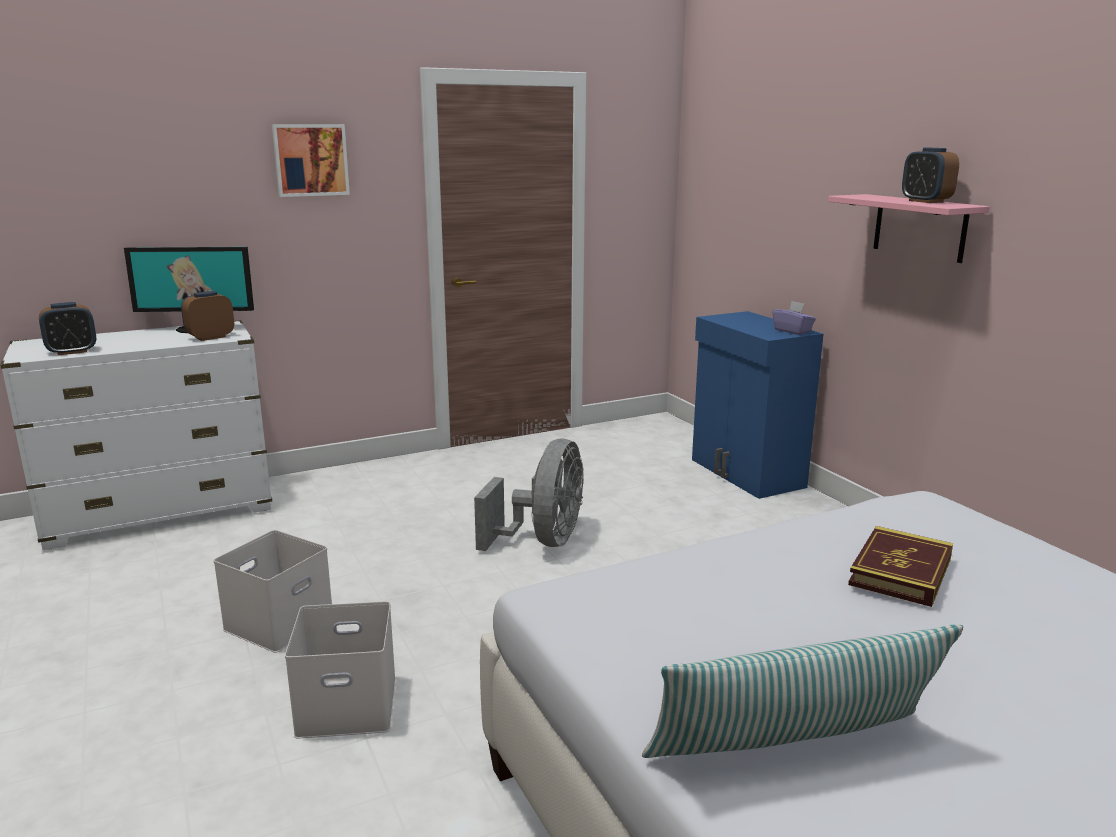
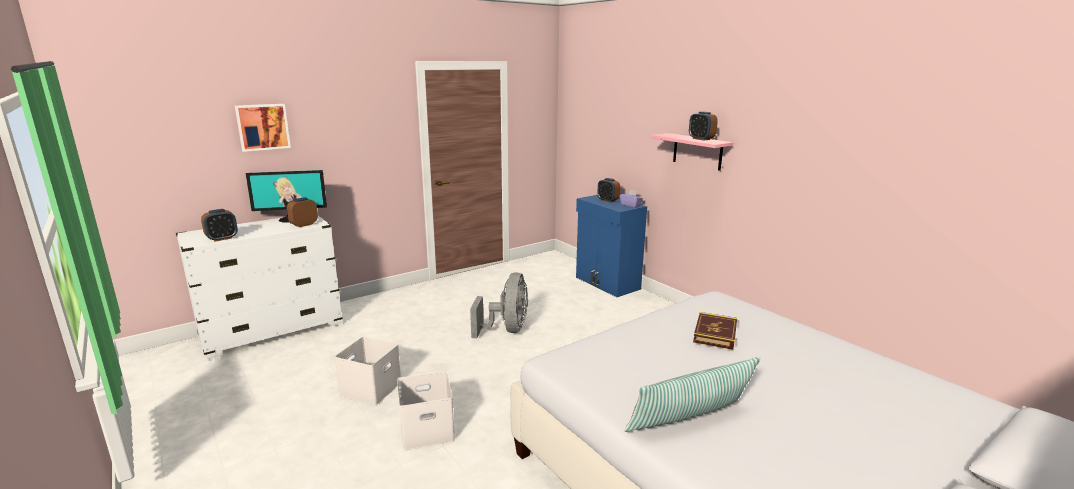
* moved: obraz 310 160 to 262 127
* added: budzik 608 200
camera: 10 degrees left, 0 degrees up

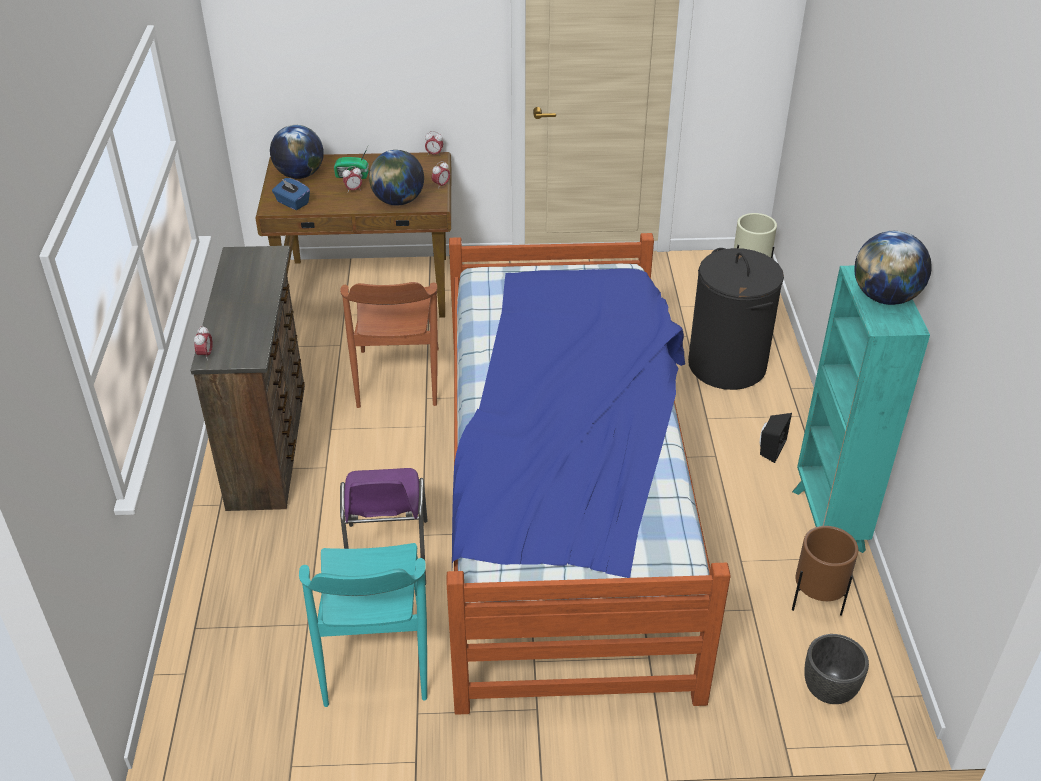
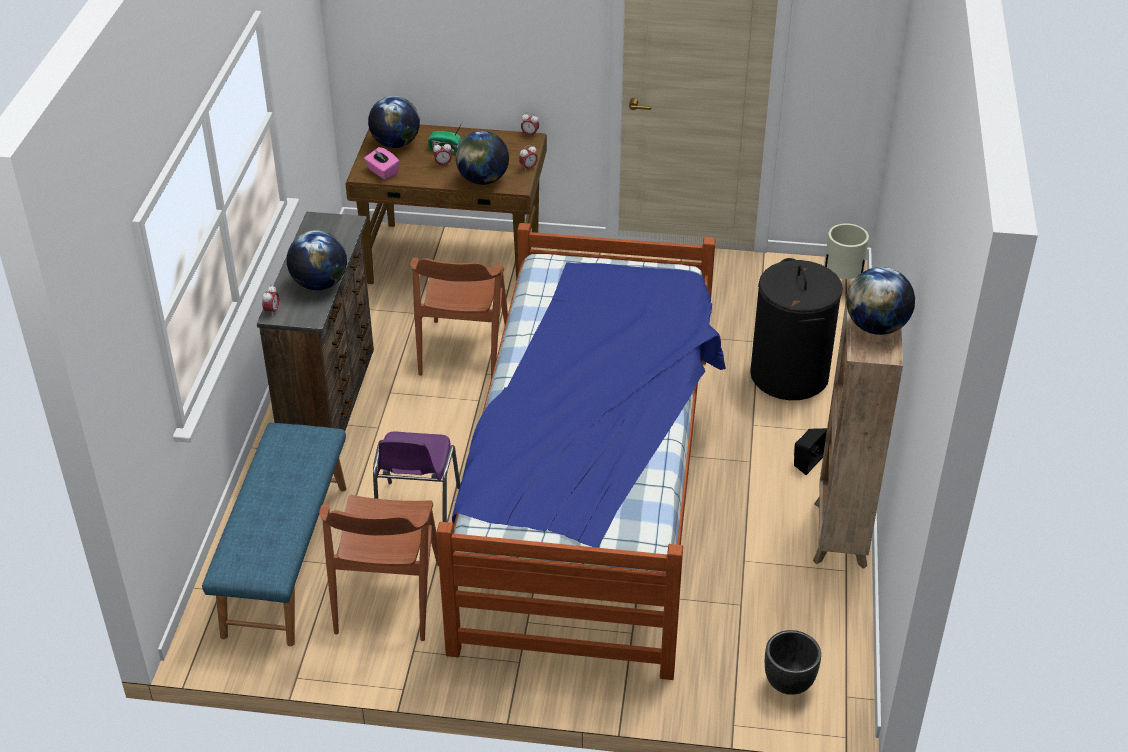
* recoloured: pudełko chusteczek [niebieski] 292 203 to pudełko chusteczek [różowy] 382 172
* recoloured: regał [turkusowy] 828 522 to regał [brązowy] 839 536
* removed: donica [brązowy] 816 602
* recoloured: krzesło [turkusowy] 376 655 to krzesło [brązowy] 388 598
* added: globus 319 284
* added: ławka [niebieski] 285 558
camera: 10 degrees right, 0 degrees up

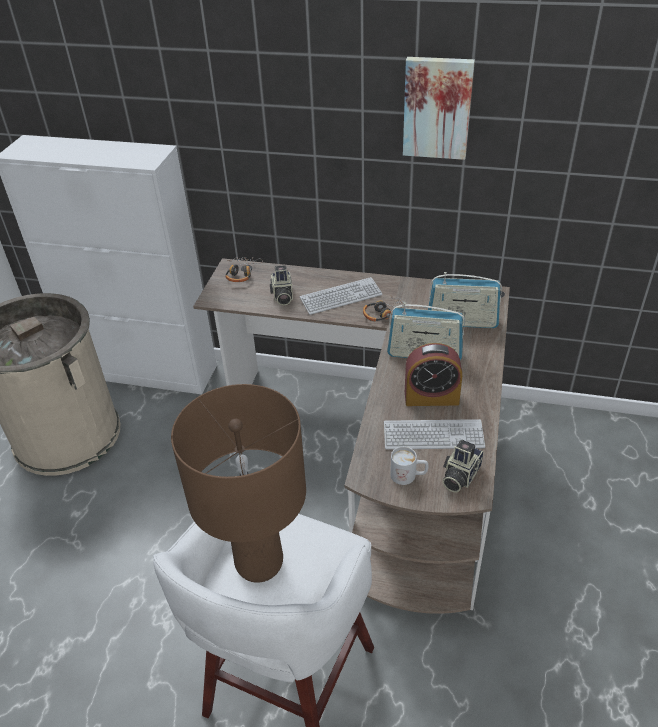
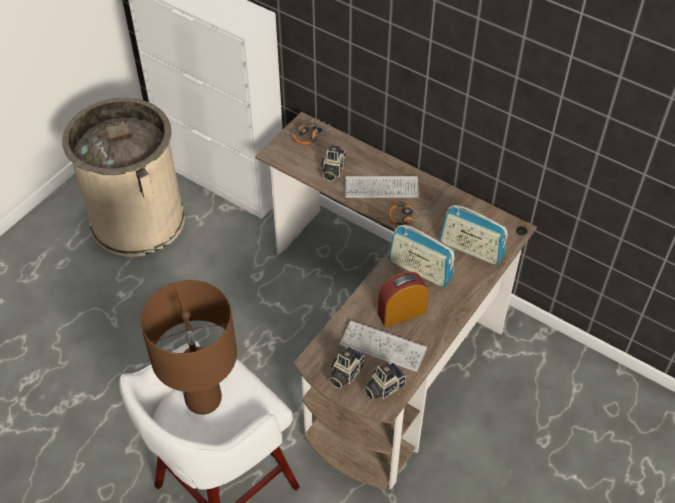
* removed: obraz 437 107
* turned: budzik 431 397 = 401 312 135 degrees clockwise
* replaced: kubek [biały] 408 476 to aparat fotograficzny 344 373
camera: 20 degrees right, 10 degrees up

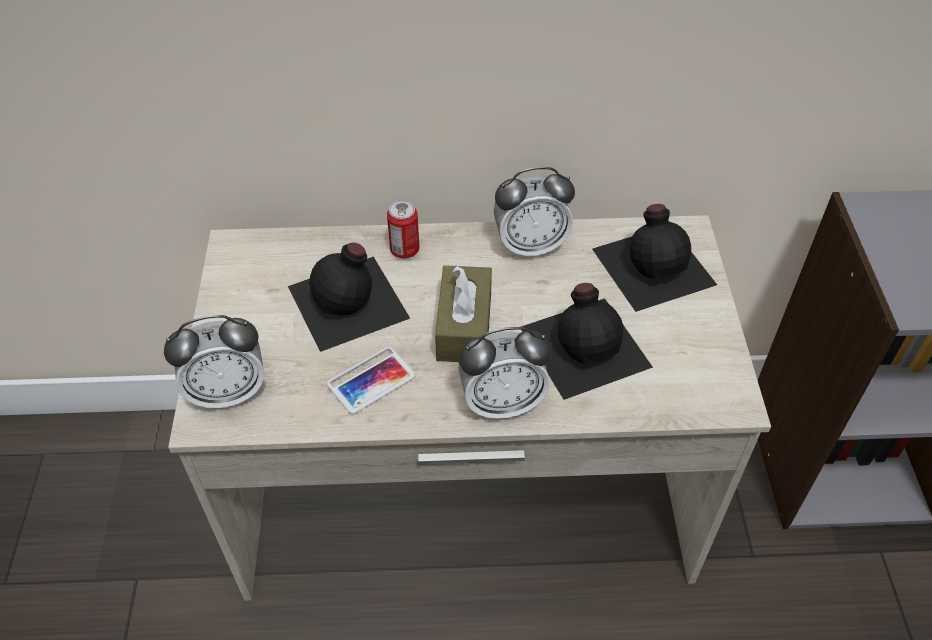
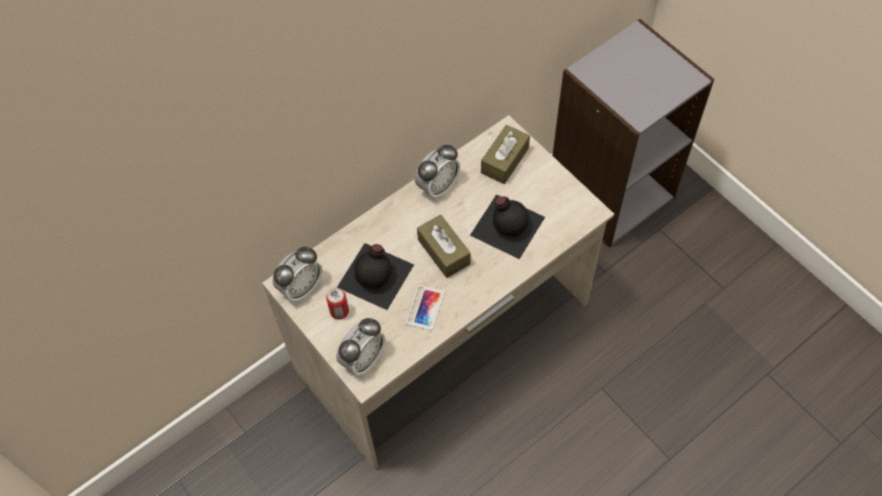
* moved: puszka 404 250 to 339 311
* replaced: butelka [czarny] 654 264 to pudełko chusteczek [brązowy] 504 160
* moved: budzik 502 403 to 301 288
camera: 35 degrees left, 10 degrees up

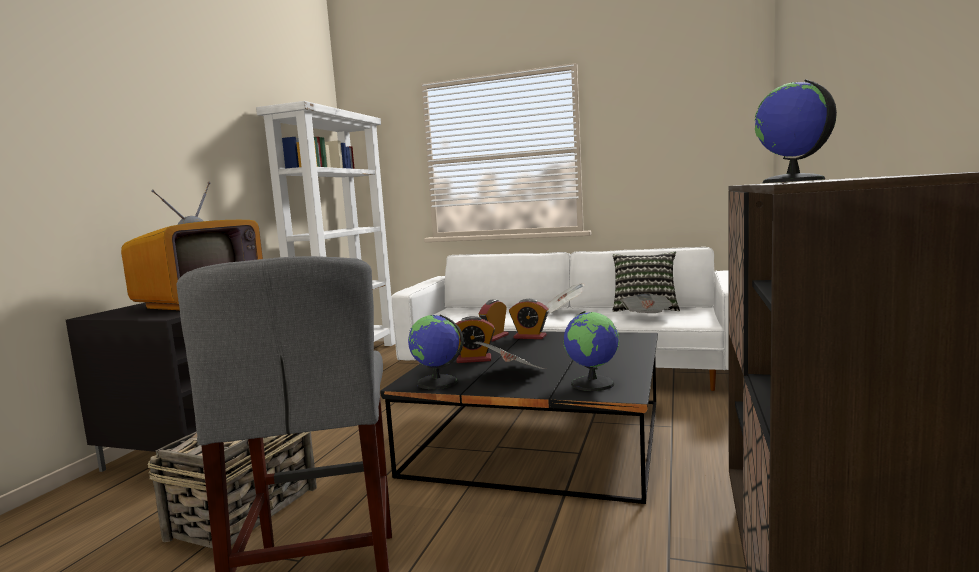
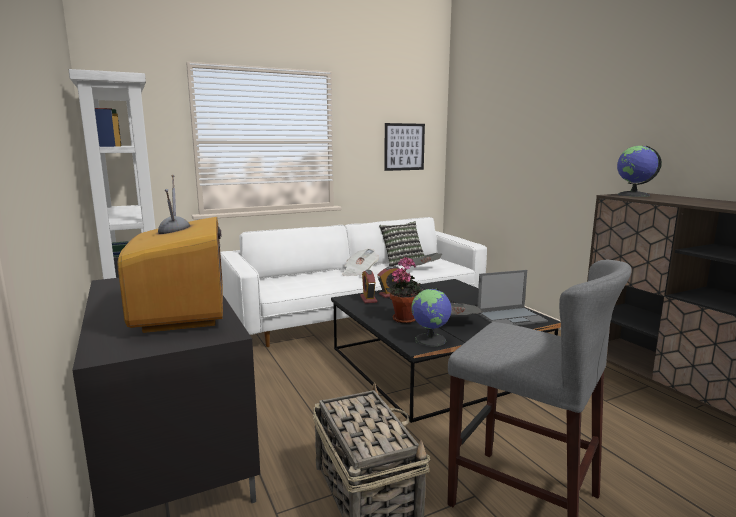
* replaced: globus 593 383 to laptop 511 317
* replaced: budzik 474 359 to roślina doniczkowa 404 318
* added: obraz 404 147
camera: 45 degrees left, 5 degrees up

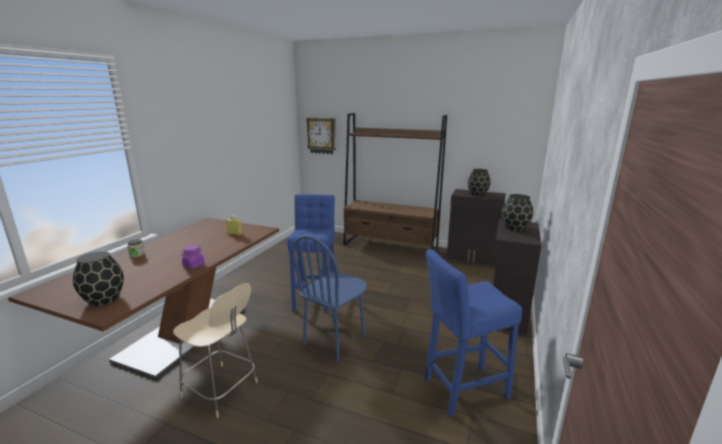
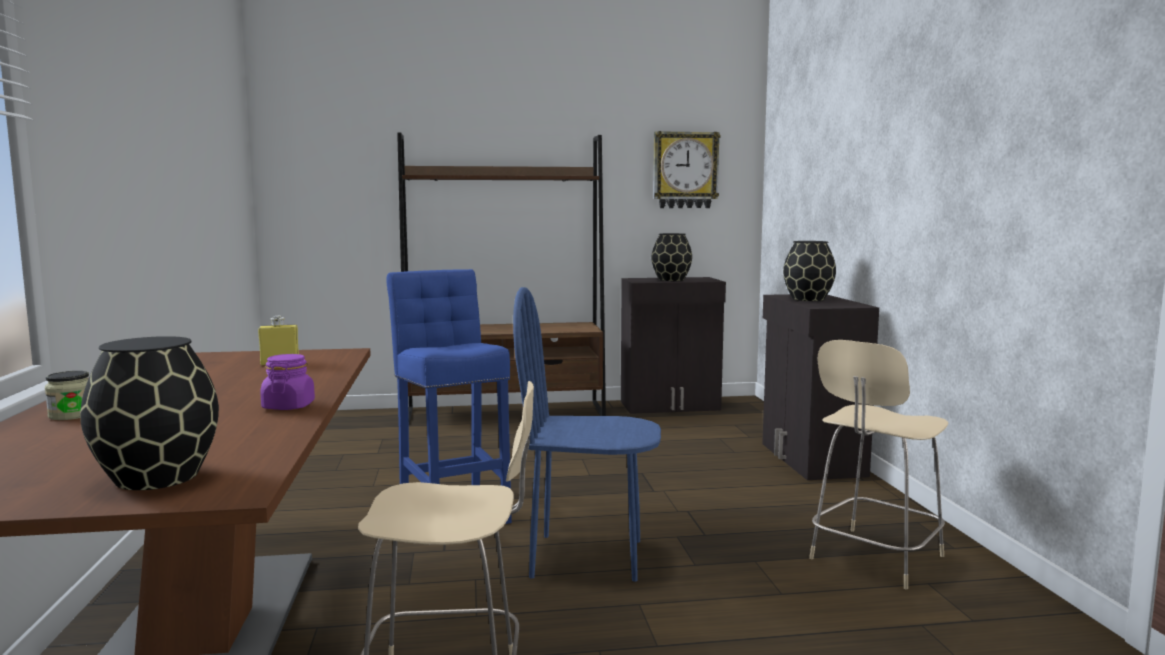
* moved: zegar ścienny 322 135 to 685 170
* turned: krzesło [niebieski] 335 341 = 587 557 90 degrees clockwise
* replaced: stołek [niebieski] 461 389 to krzesło [beżowy] 874 559
camera: 30 degrees left, 10 degrees down

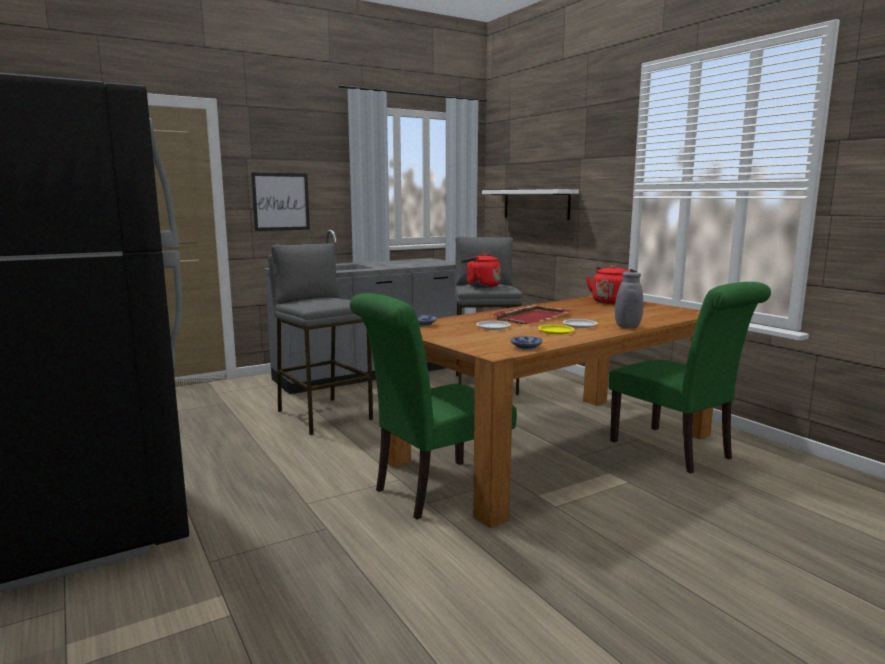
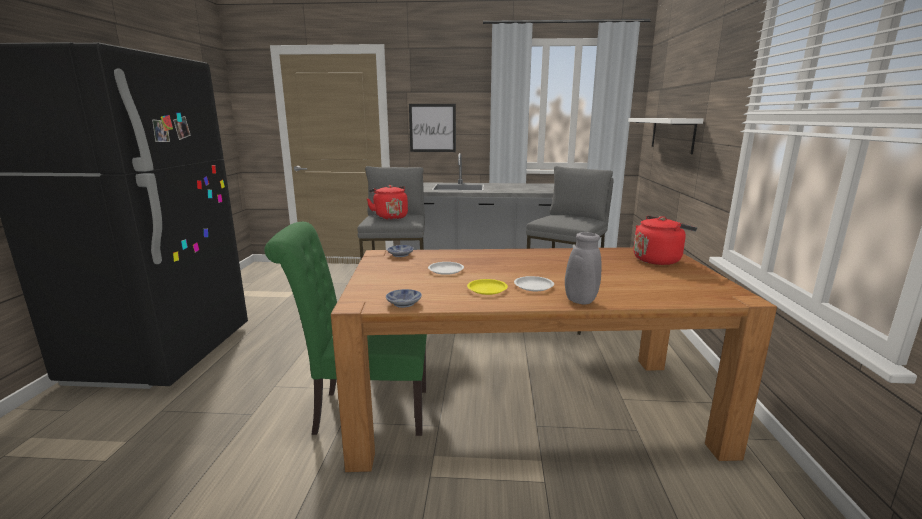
* moved: czajnik [czerwony] 481 286 to 389 217
* removed: krzesło [zielony] 676 451
* removed: taca [czerwony] 532 317
camera: 35 degrees right, 5 degrees up

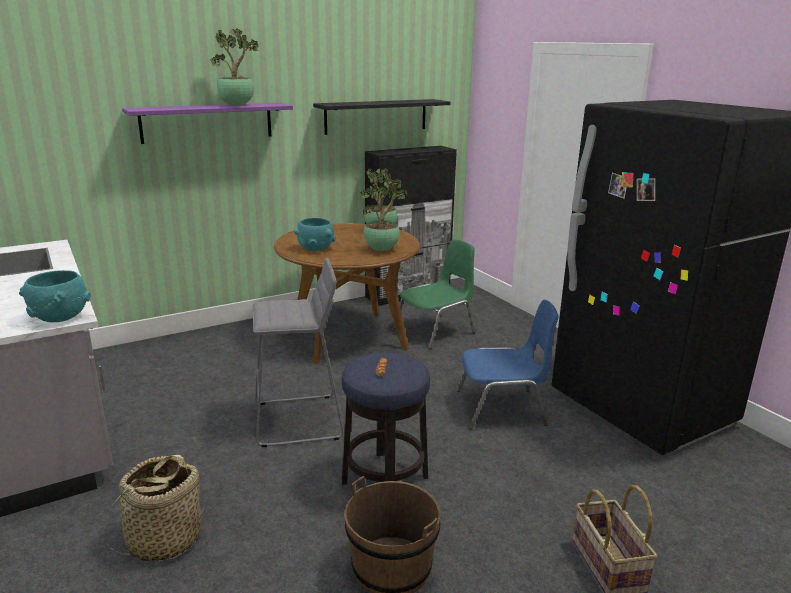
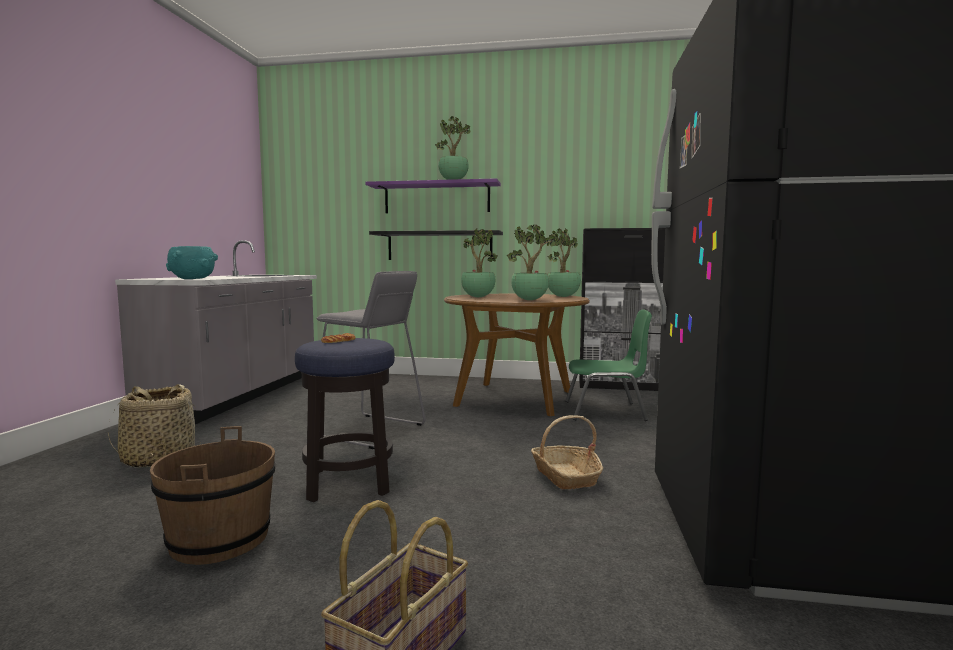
* moved: półka [czarny] 376 116 to 439 246
* replaced: miska [turkusowy] 315 249 to roślina doniczkowa 477 297
* replaced: krzesło [niebieski] 502 408 to koszyk 566 476
camera: 40 degrees right, 15 degrees down

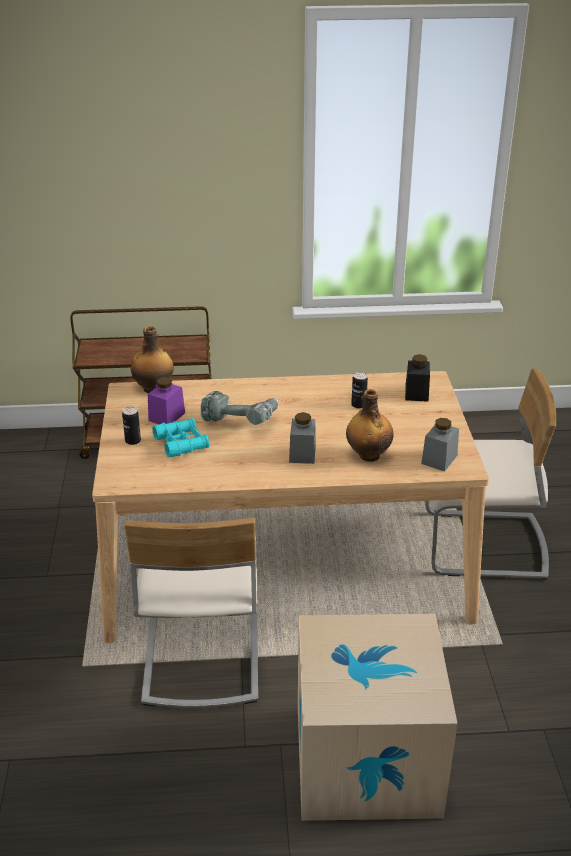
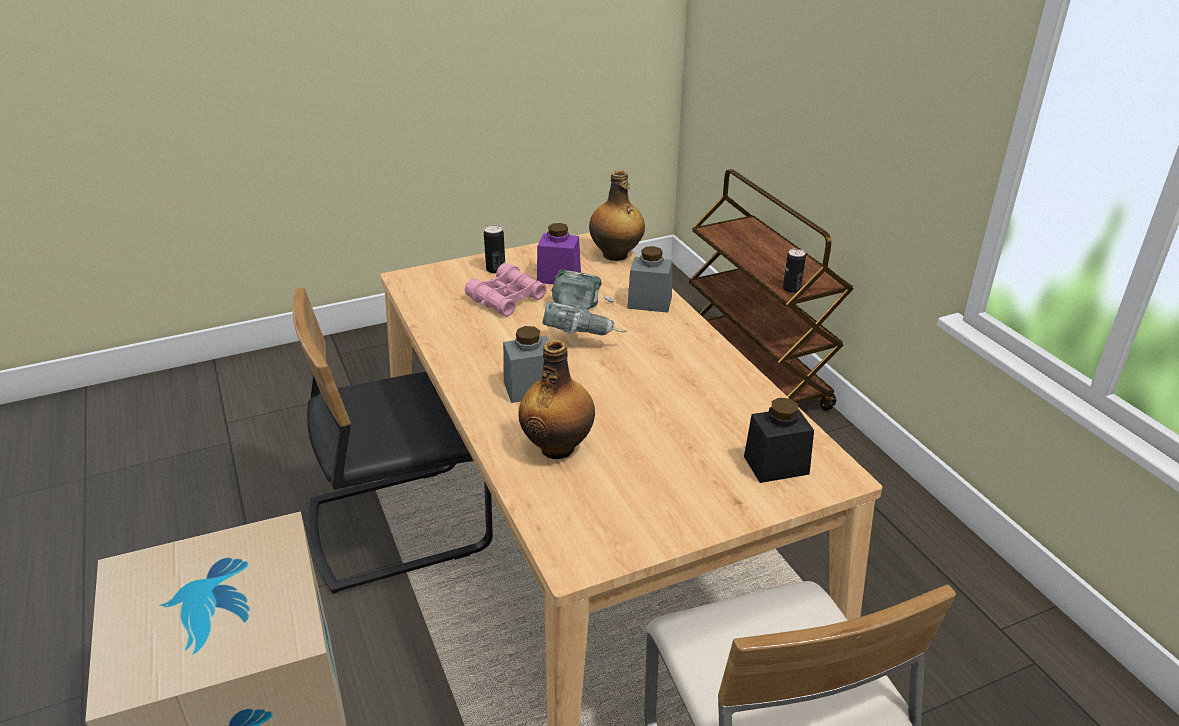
* moved: puszka 358 405 to 791 289
* recoloured: lornetka [turkusowy] 181 443 to lornetka [różowy] 506 298
* moved: słoik [szary] 439 459 to 649 302
* recoloured: krzesło [beżowy] 200 654 to krzesło [czarny] 399 525
camera: 70 degrees right, 0 degrees up

